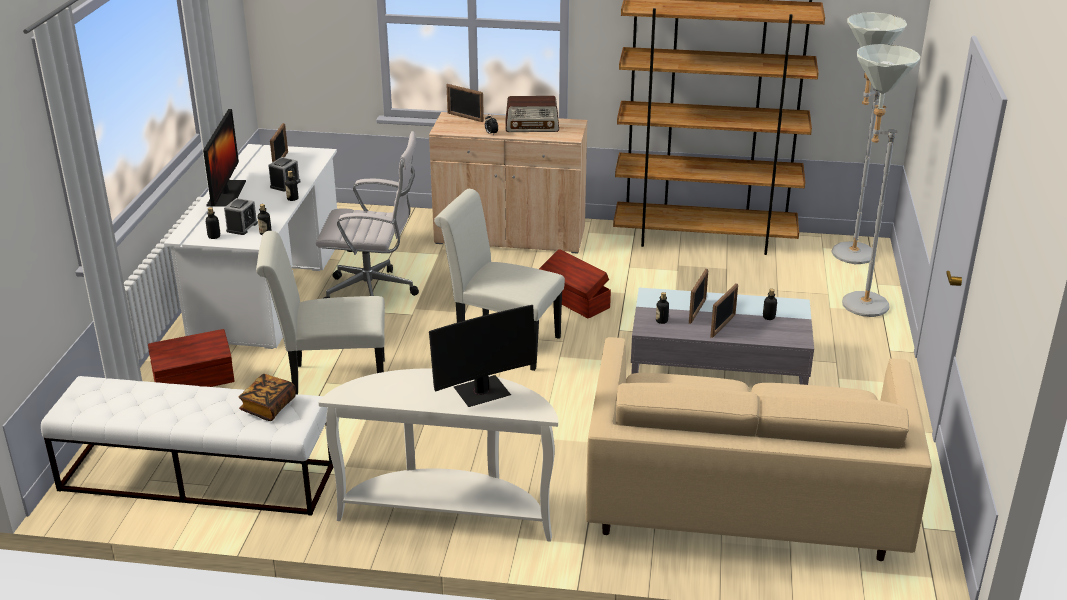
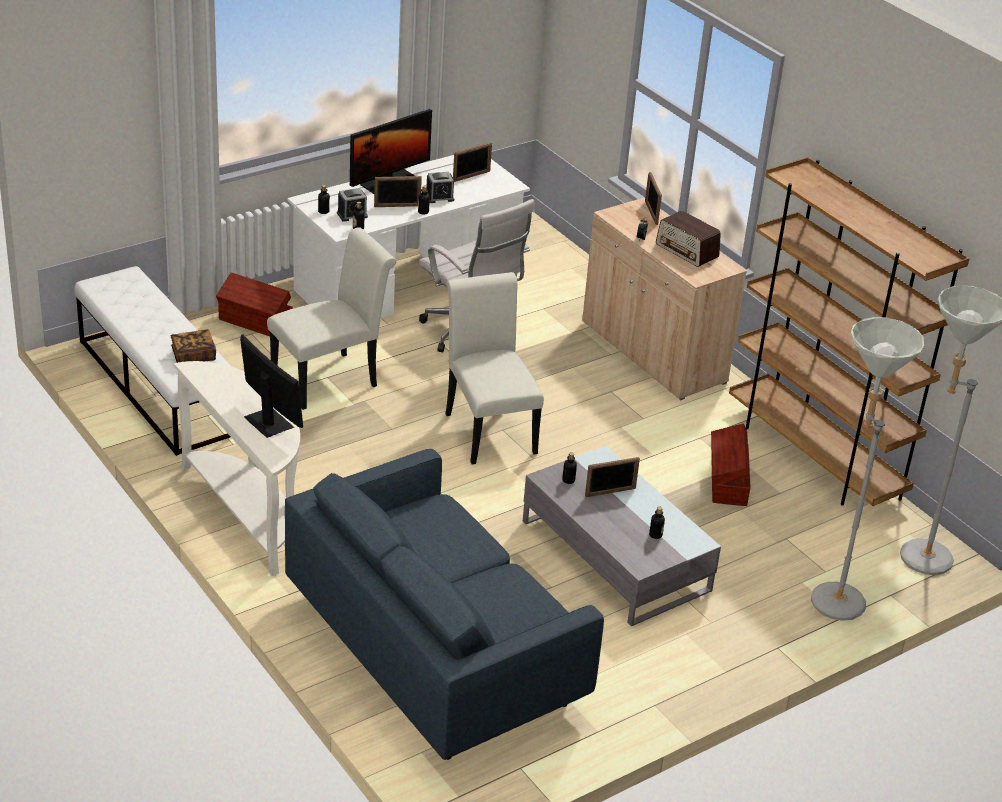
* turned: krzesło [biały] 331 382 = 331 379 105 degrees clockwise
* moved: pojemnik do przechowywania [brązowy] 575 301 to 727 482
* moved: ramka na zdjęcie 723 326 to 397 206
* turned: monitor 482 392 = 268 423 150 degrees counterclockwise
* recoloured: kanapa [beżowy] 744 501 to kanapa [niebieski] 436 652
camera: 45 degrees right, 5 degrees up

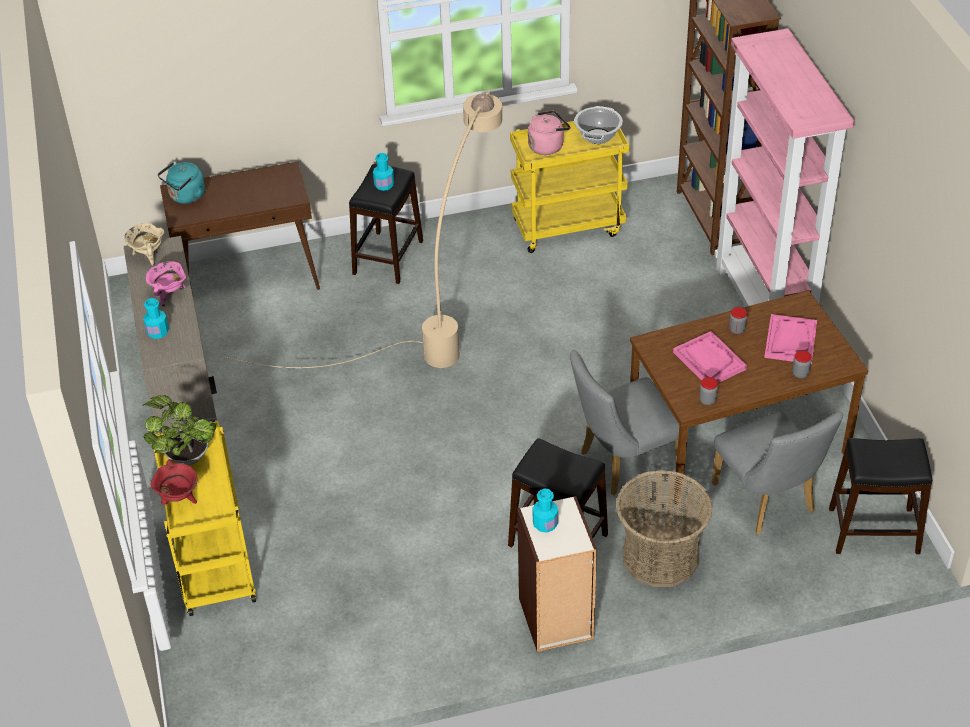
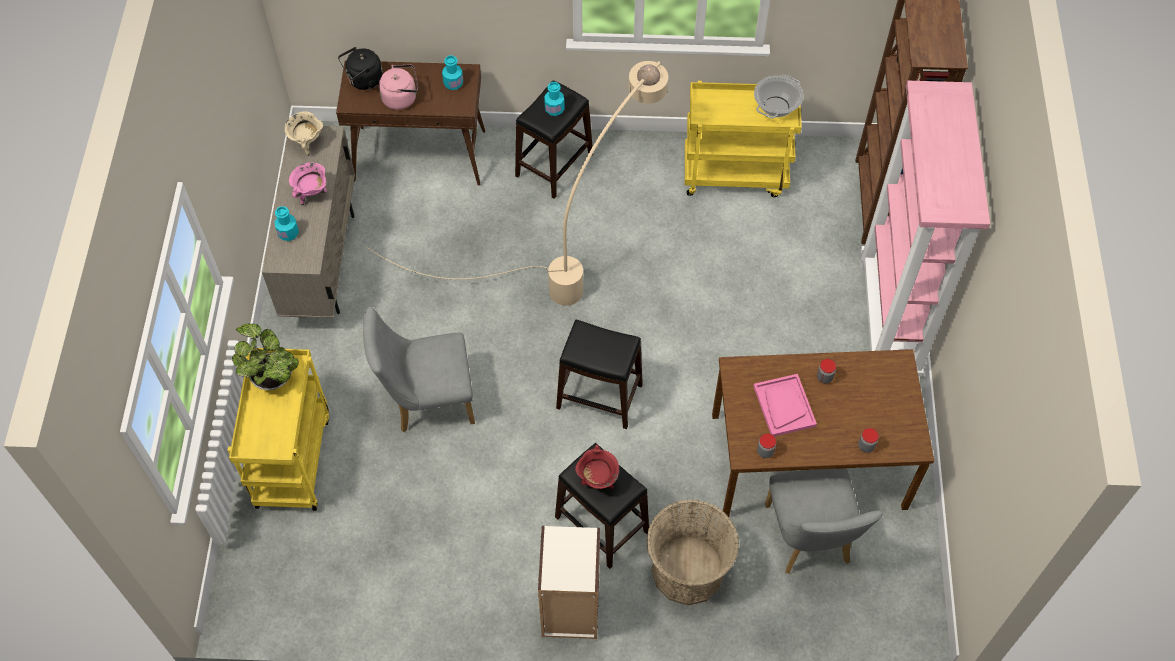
* moved: czajnik [różowy] 547 146 to 401 98
* recoloured: czajnik [turkusowy] 186 197 to czajnik [czarny] 363 80
* removed: taca [różowy] 790 340
* moved: krzesło [szary] 623 463 to 427 401
* moved: stołek [czarny] 873 530 to 599 396
* moved: garnek [czerwony] 179 499 to 597 480
* moved: butelka [turkusowy] 545 524 to 453 83
camera: 15 degrees right, 15 degrees up

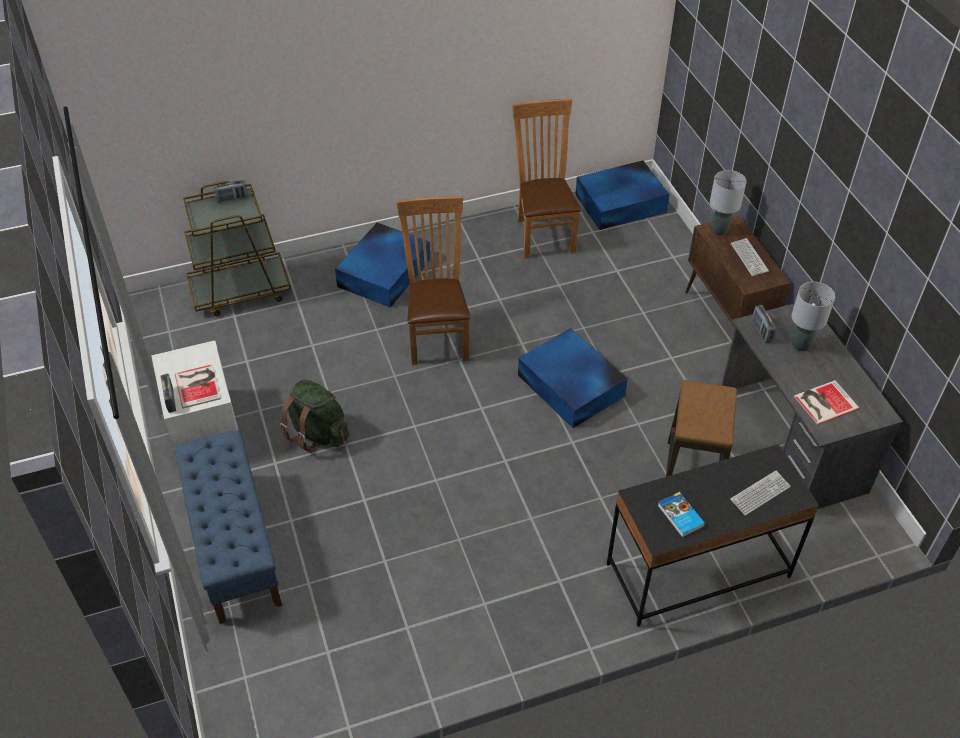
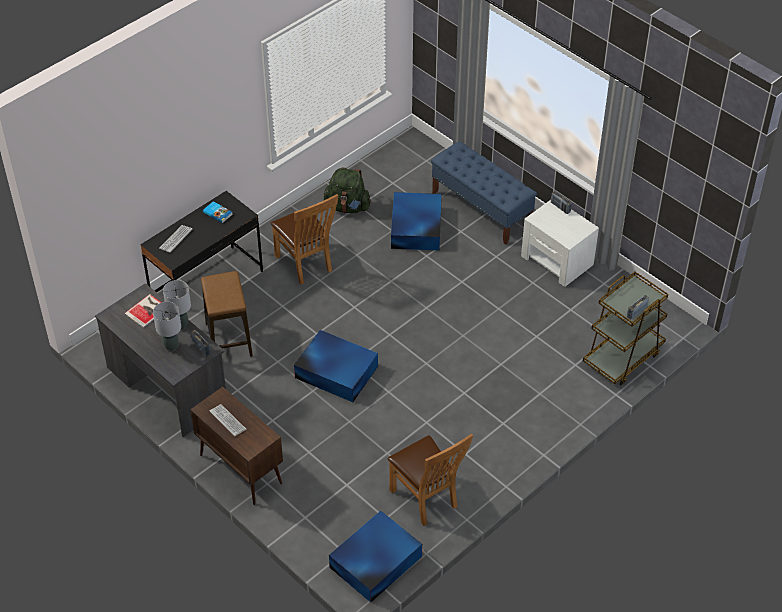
* moved: lampa stołowa [szary] 719 230 to 181 324
* moved: krzesło [brązowy] 437 335 to 306 265
* moved: pojemnik do przechowywania [niebieski] 385 272 to 415 228
* removed: książka 198 385
* moved: plecak [zielony] 318 433 to 347 207
camera: 155 degrees right, 0 degrees up

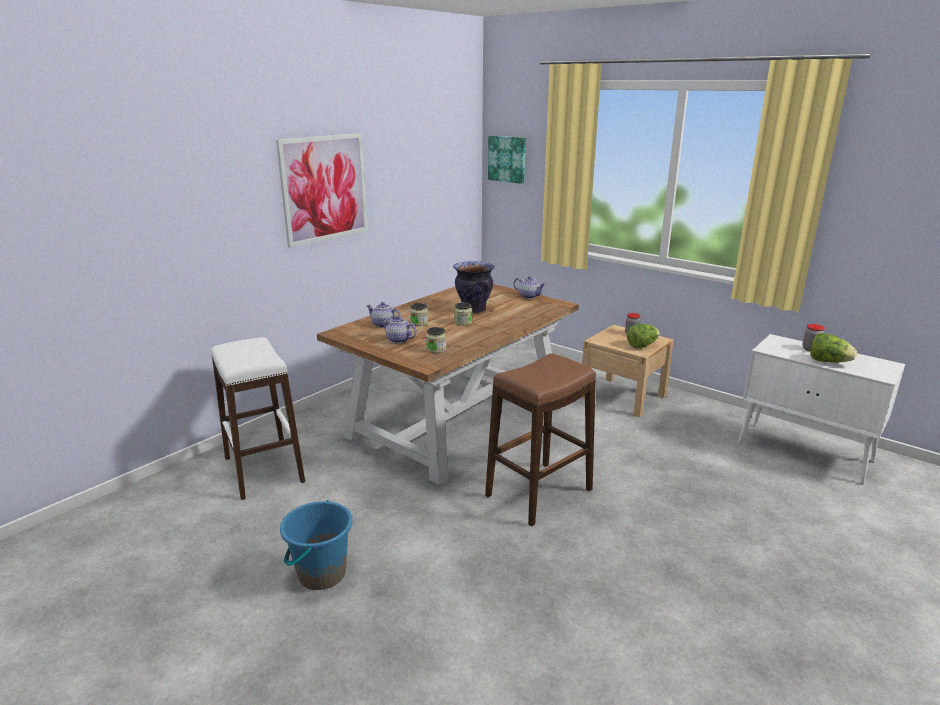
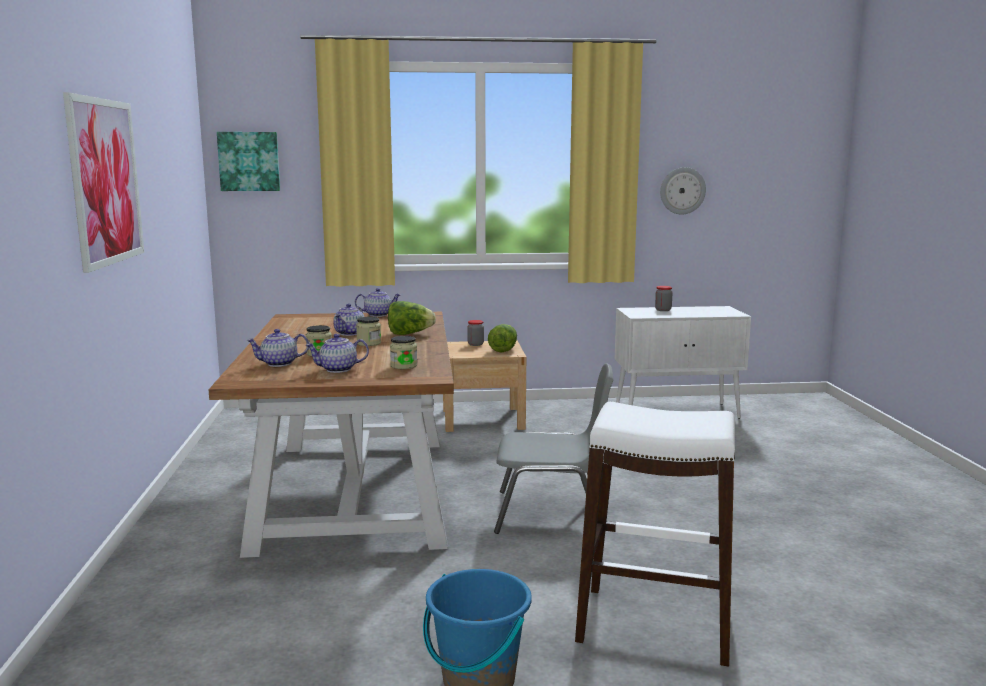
* replaced: wazon 474 309 to imbryk 350 333
* moved: sałata 828 362 to 409 334
* moved: stołek [biały] 264 469 to 655 624
* replaced: stołek [brązowy] 539 493 to krzesło [szary] 551 513
* added: zegar ścienny 682 190
camera: 45 degrees left, 10 degrees down

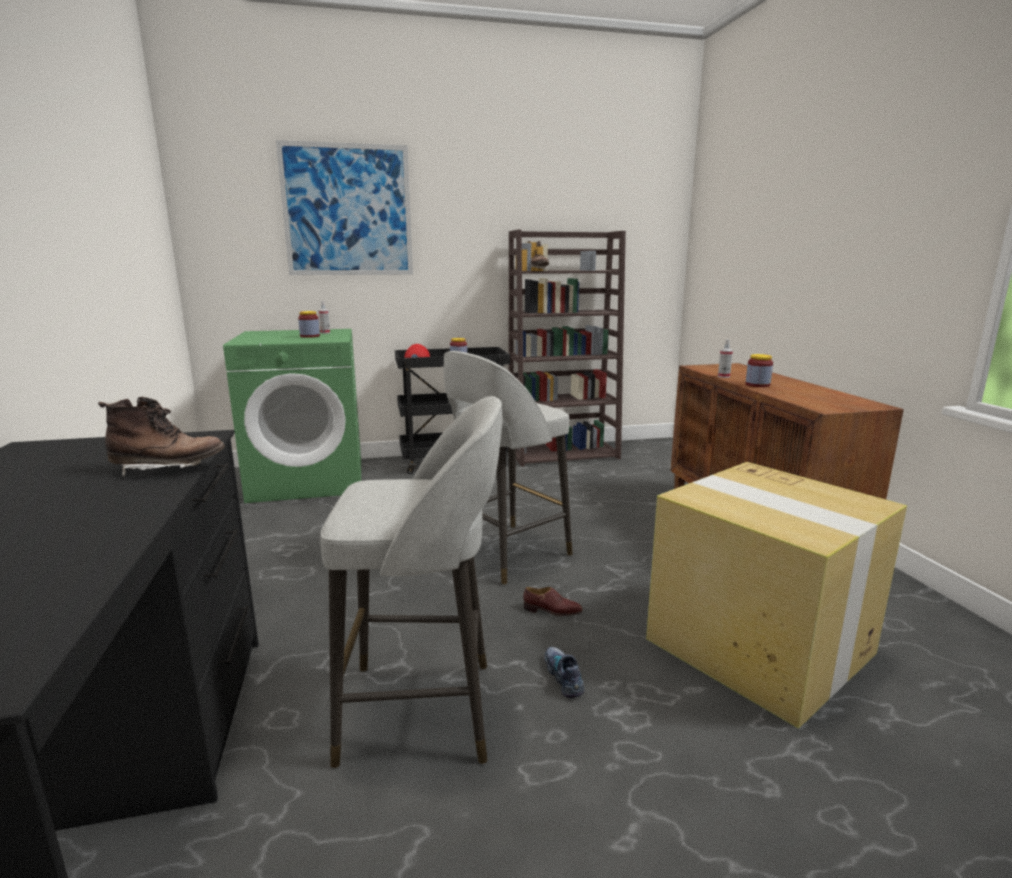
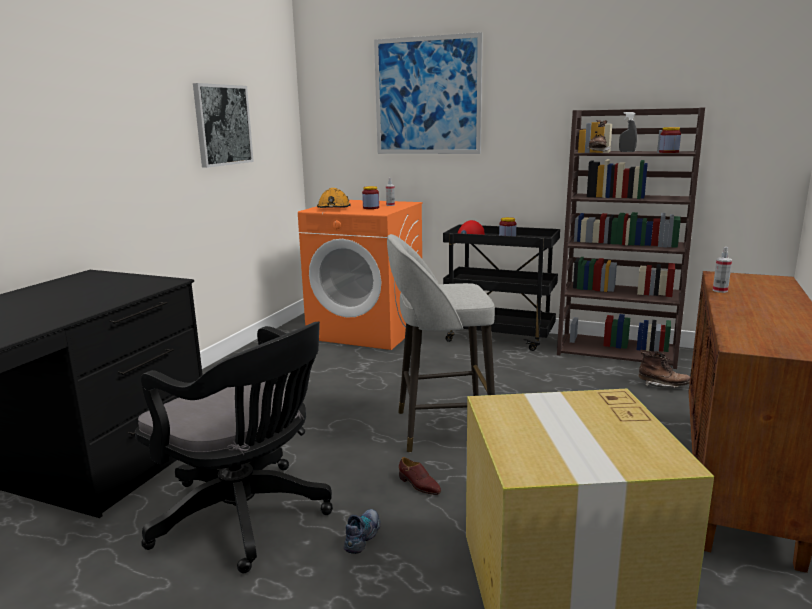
* recoloured: pralka [zielony] 309 480 to pralka [pomarańczowy] 367 330
* moved: słoik 757 385 to 668 152
* replaced: stołek [szary] 423 711 to krzesło biurowe [czarny] 247 517
* moved: but z cholewką [brązowy] 169 469 to 663 385
* added: obraz 222 125
* added: spryskiwacz [szary] 627 151
* added: kask [pomarańczowy] 333 209
camera: 35 degrees right, 0 degrees up

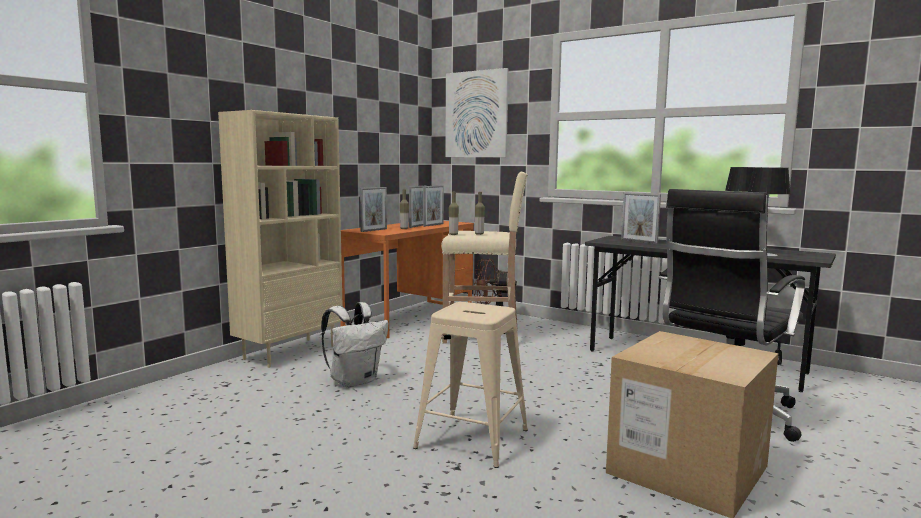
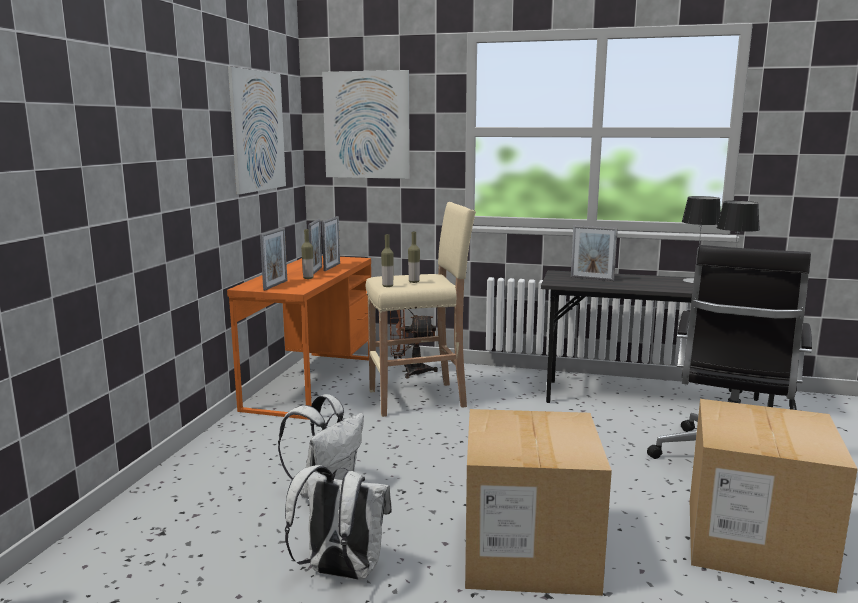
* removed: regał [beżowy] 289 352
* replaced: stołek [beżowy] 471 439 to karton 529 551
* added: obraz 257 131
* added: plecak [biały] 340 572
camera: 20 degrees left, 5 degrees up

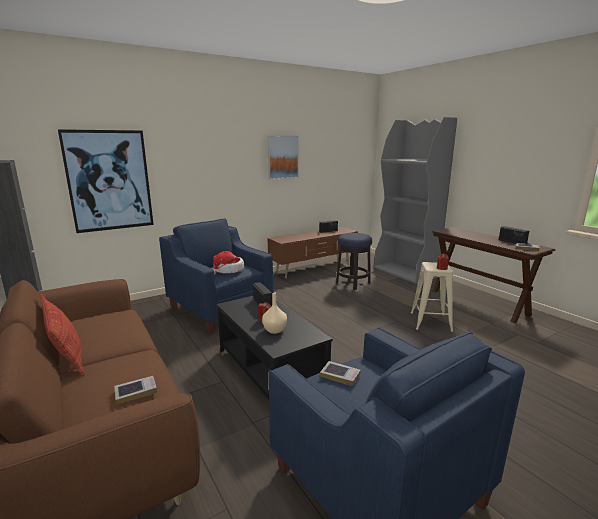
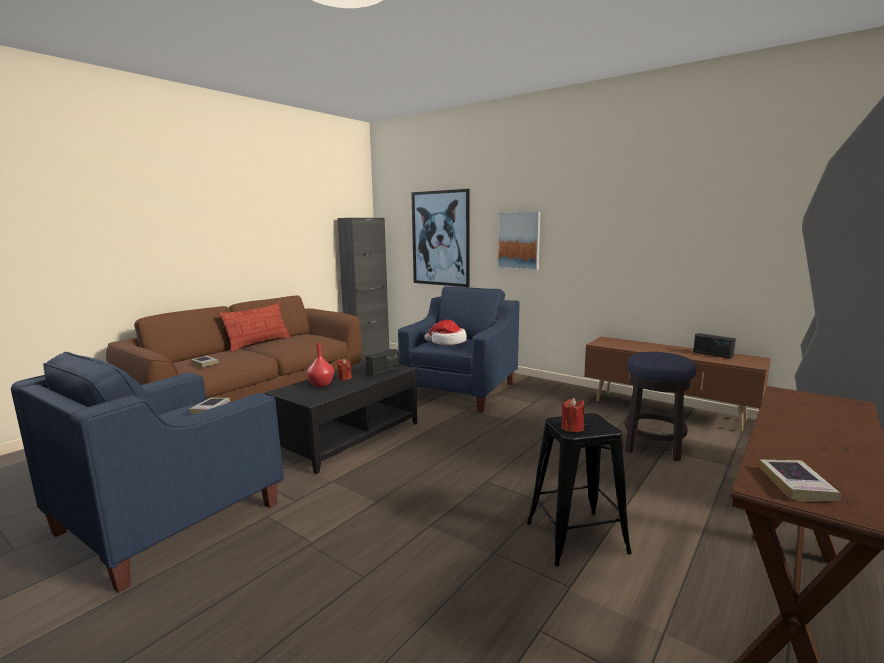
* moved: obraz 282 157 to 518 240
* removed: radio 512 242
* recoloured: stołek [beżowy] 430 322 to stołek [czarny] 576 537
* recoloured: wazon [beżowy] 274 330 to wazon [czerwony] 321 384
camera: 70 degrees right, 5 degrees down

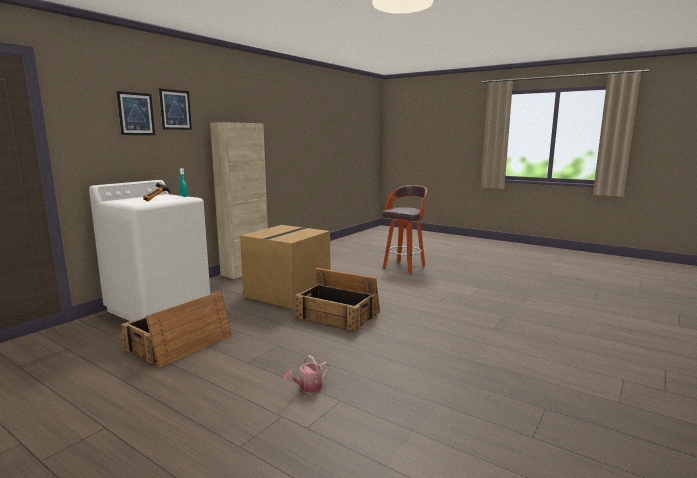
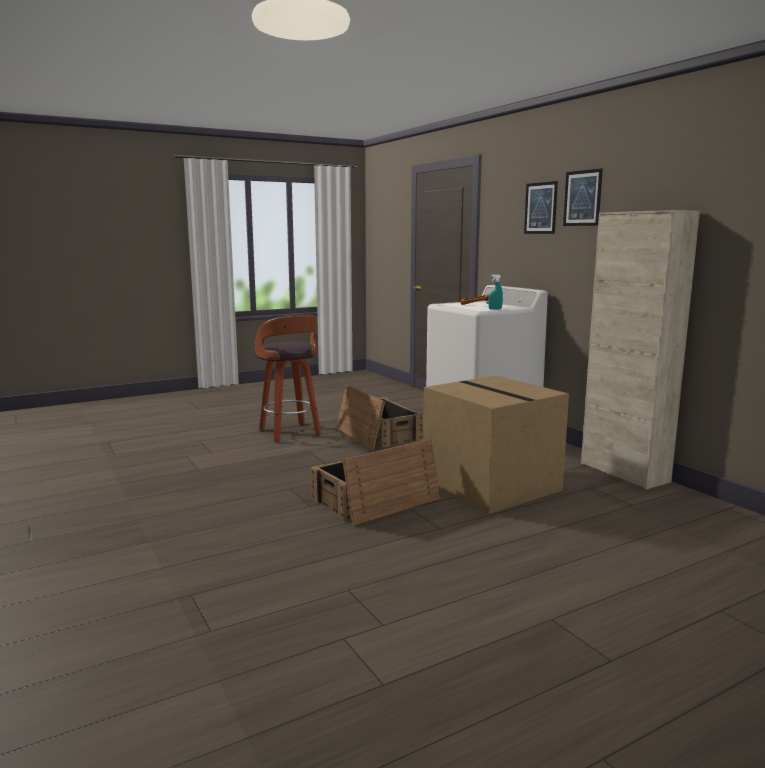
* moved: stołek 404 267 to 290 433
* removed: konewka 308 387
camera: 115 degrees right, 0 degrees up

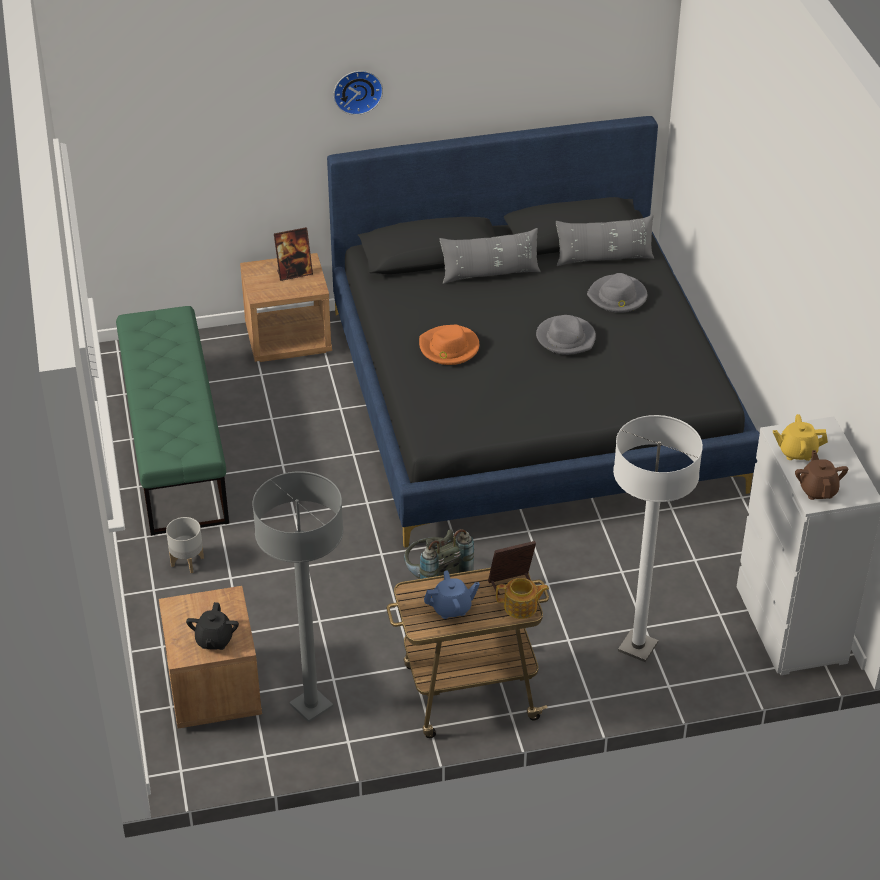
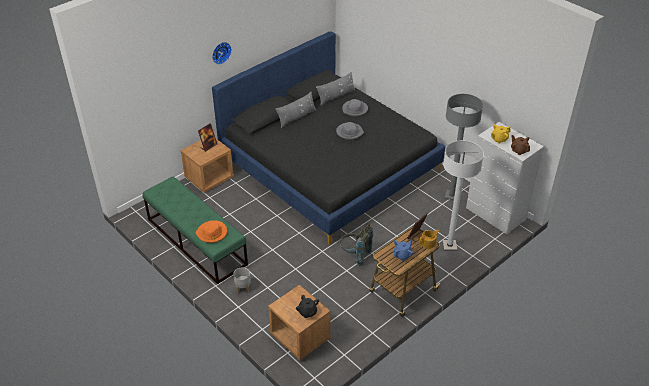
* moved: kapelusz [pomarańczowy] 449 348 to 212 233
* moved: lampa stojąca [szary] 311 706 to 451 196
camera: 30 degrees left, 0 degrees up

